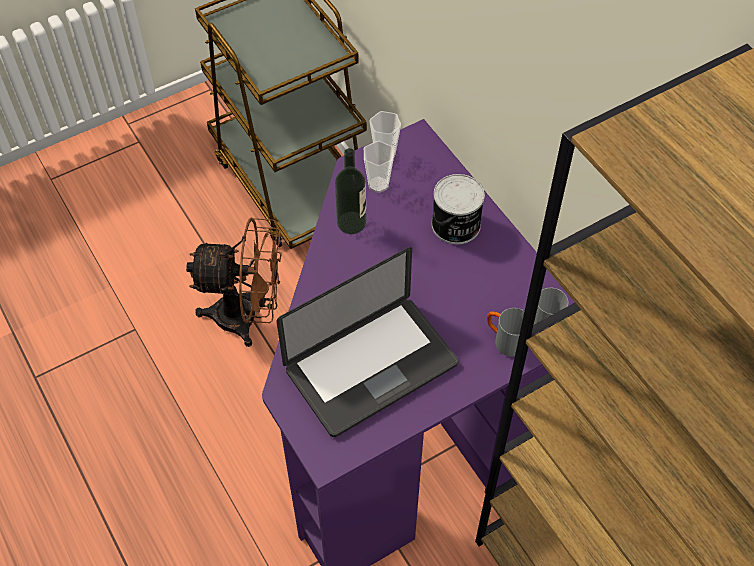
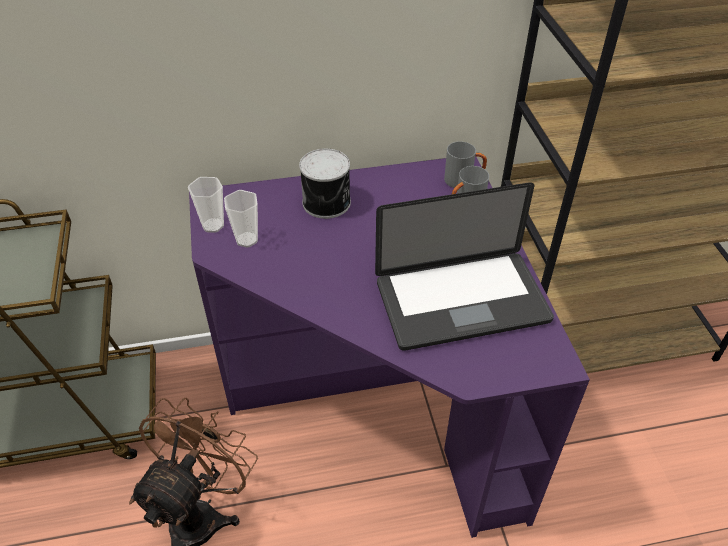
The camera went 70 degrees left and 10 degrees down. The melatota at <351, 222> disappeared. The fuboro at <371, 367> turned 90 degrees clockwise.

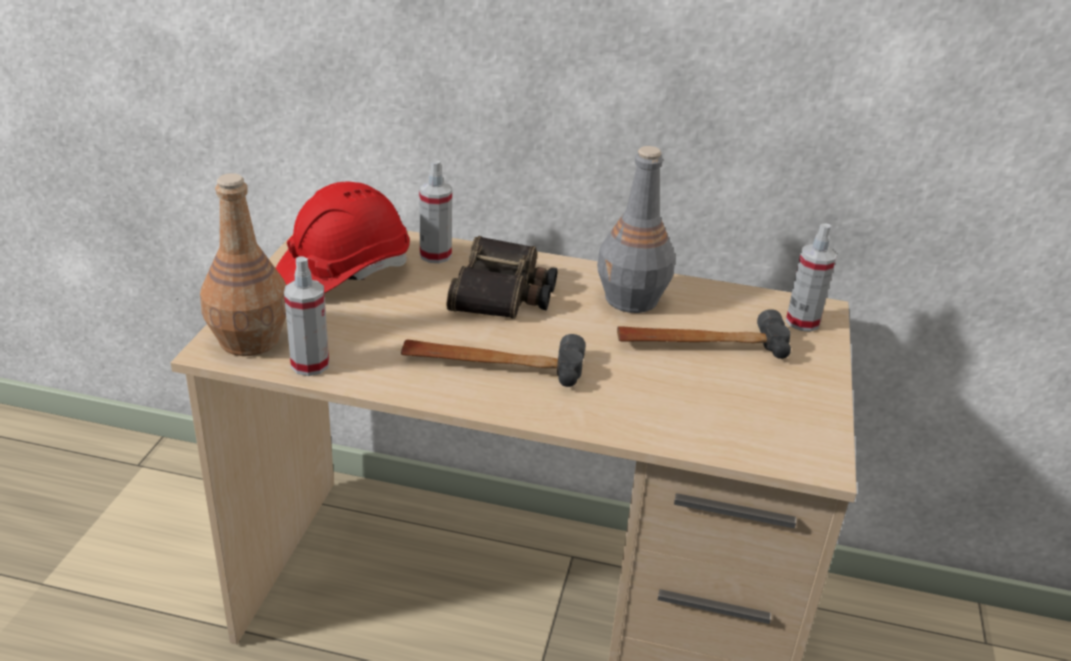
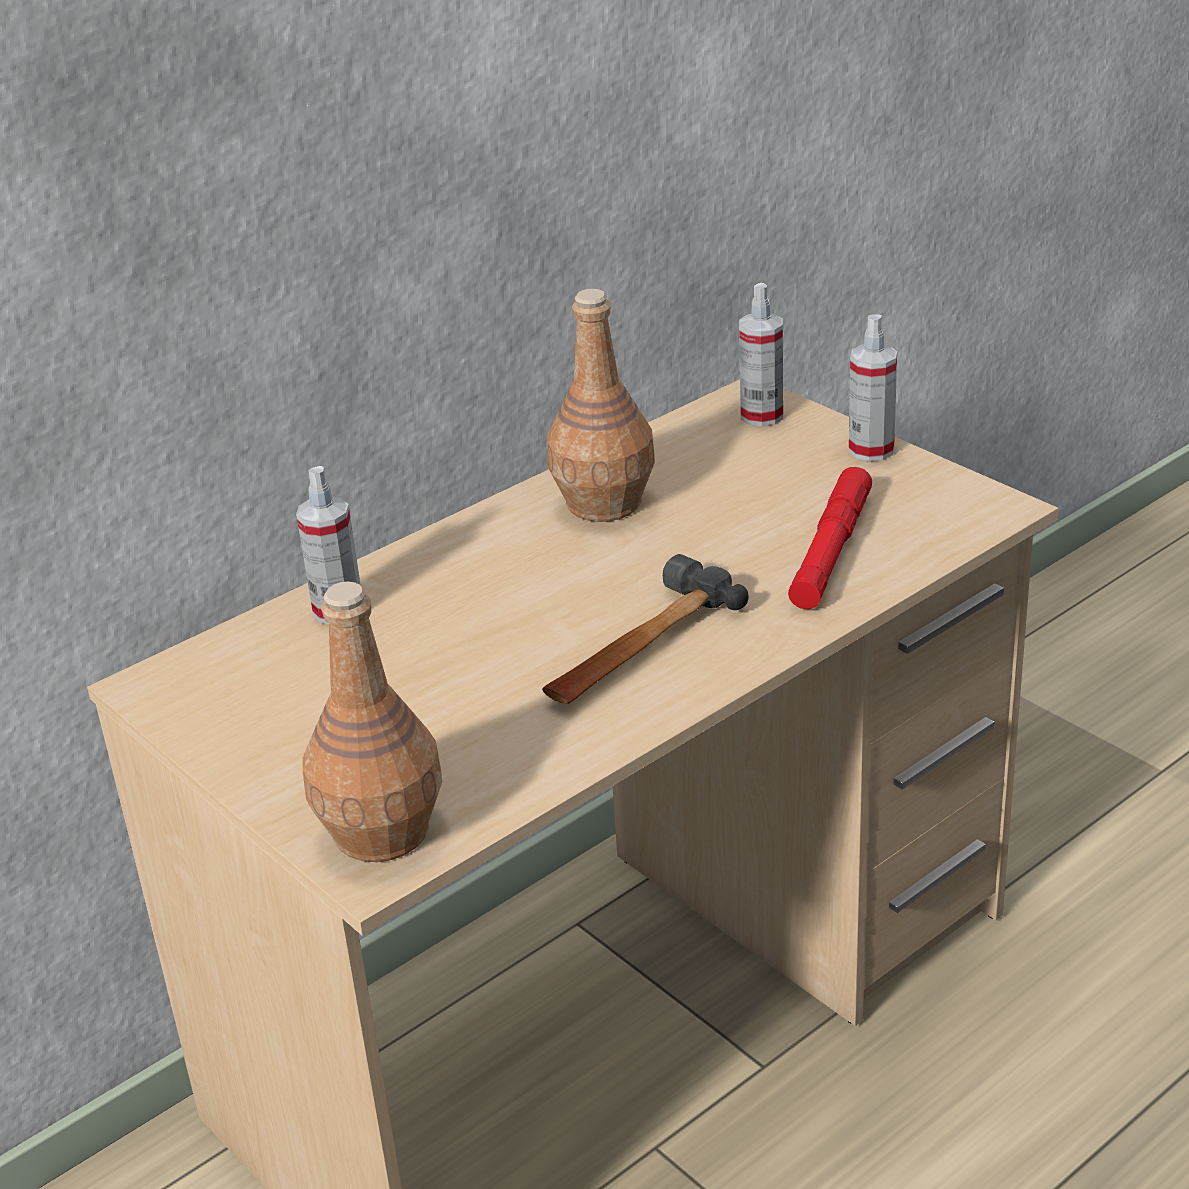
The camera went 50 degrees left and 0 degrees up. The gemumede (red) at <343, 272> disappeared. The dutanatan at <503, 292> disappeared. The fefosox at <701, 344> disappeared. The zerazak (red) at <831, 550> appeared. The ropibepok moved from <310, 364> to <871, 450>. The melatota (grey) at <632, 299> became the melatota (brown) at <605, 503>.

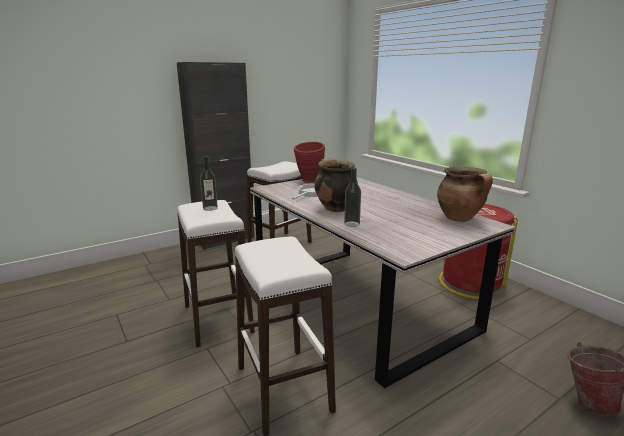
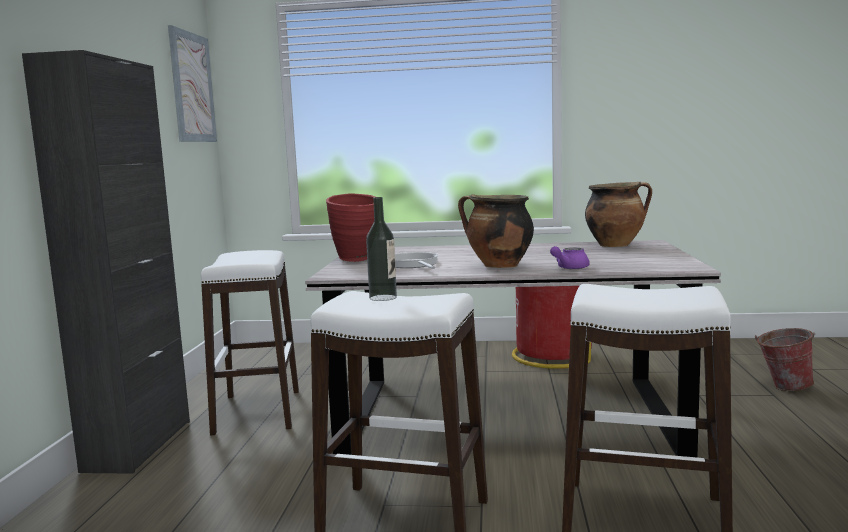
The camera went 50 degrees left and 10 degrees down. The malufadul at <192, 87> appeared. The melatota at <352, 224> was replaced by the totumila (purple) at <569, 268>.

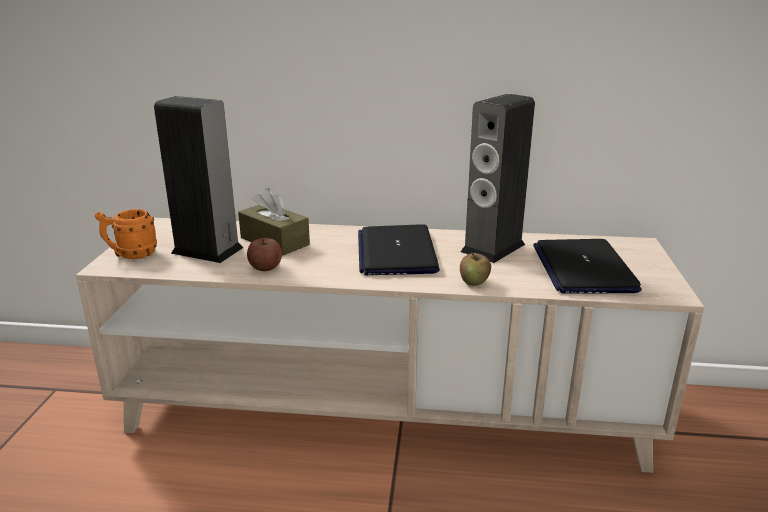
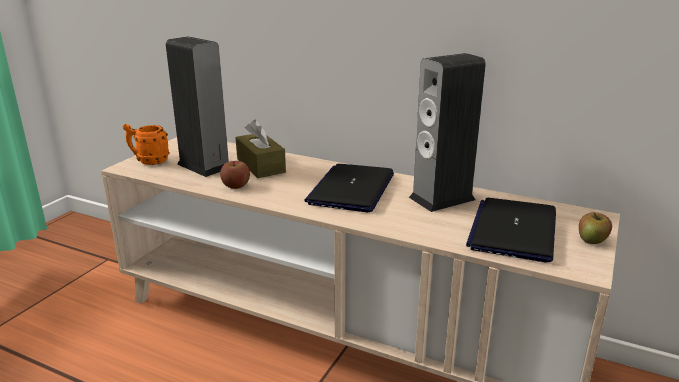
The camera went 20 degrees right and 0 degrees up. The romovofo moved from <474, 282> to <592, 240>.

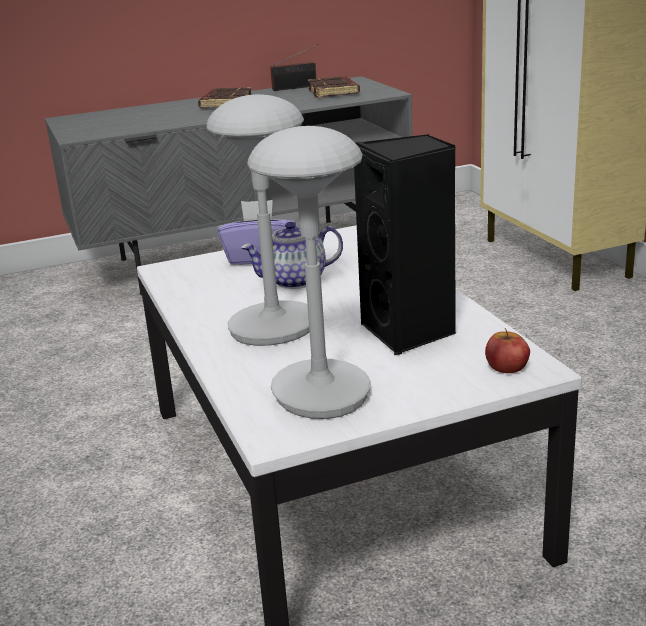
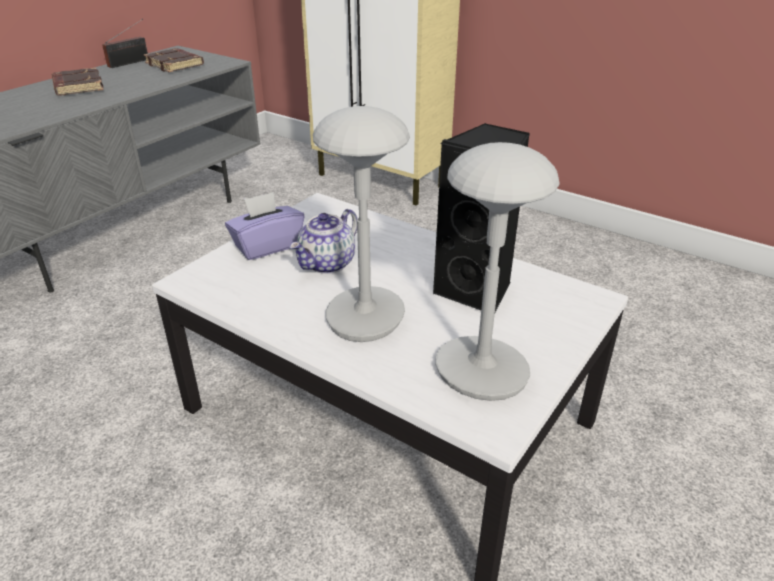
The camera went 35 degrees left and 10 degrees up. The romovofo at <506, 366> disappeared.

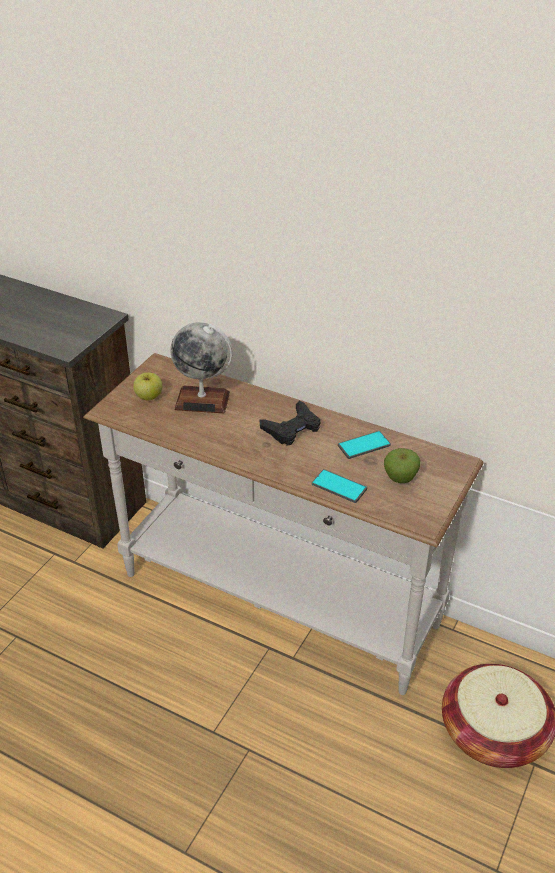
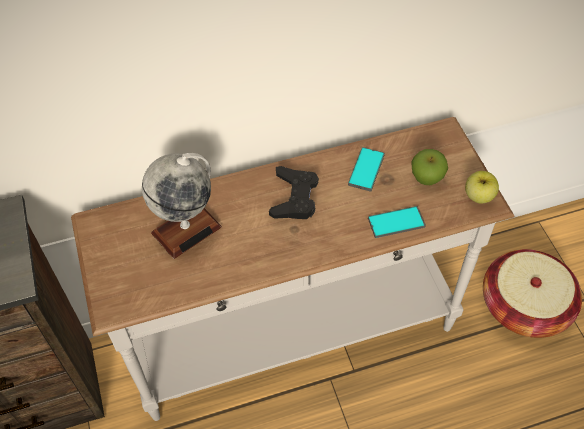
The camera went 45 degrees left and 15 degrees up. The romovofo moved from <149, 396> to <478, 196>.

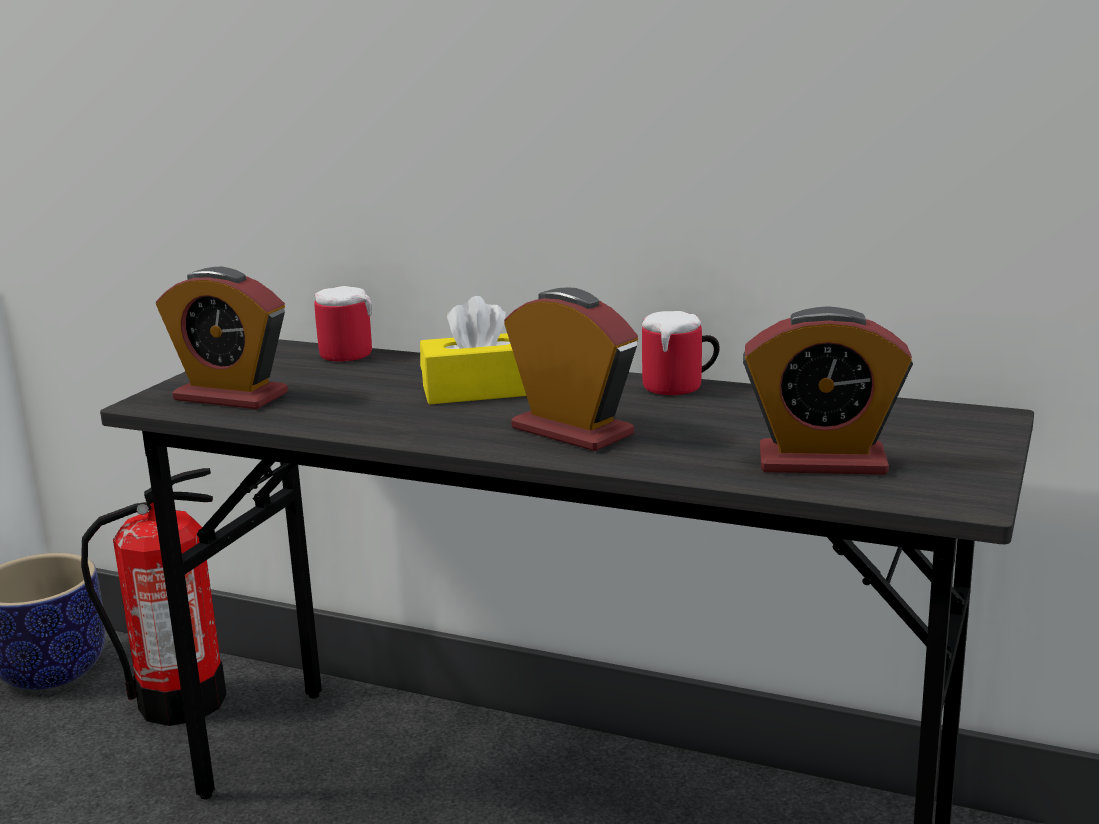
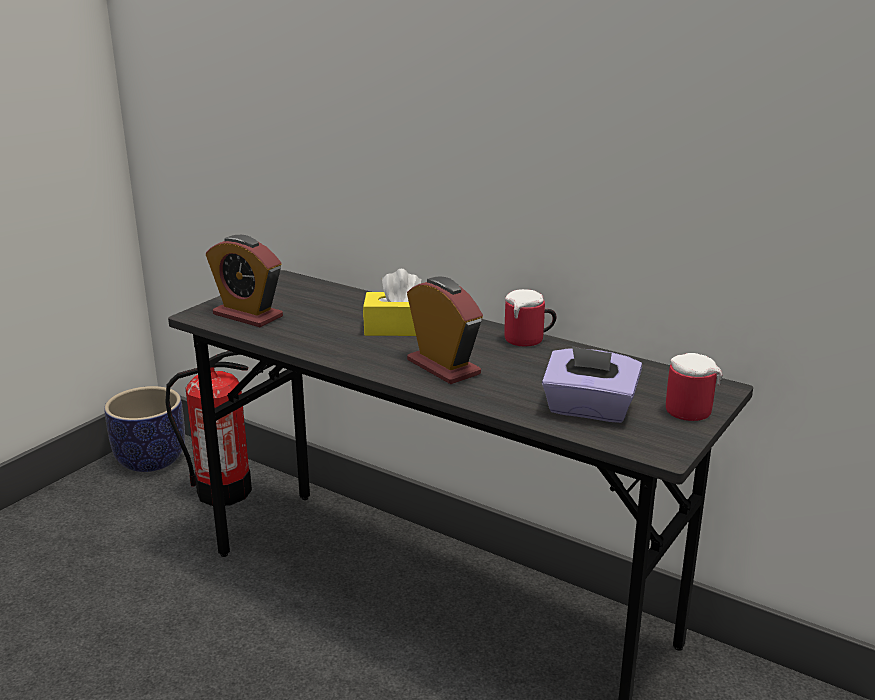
The camera went 10 degrees right and 5 degrees up. The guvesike moved from <350, 353> to <690, 409>. The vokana at <822, 461> was replaced by the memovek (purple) at <589, 410>.

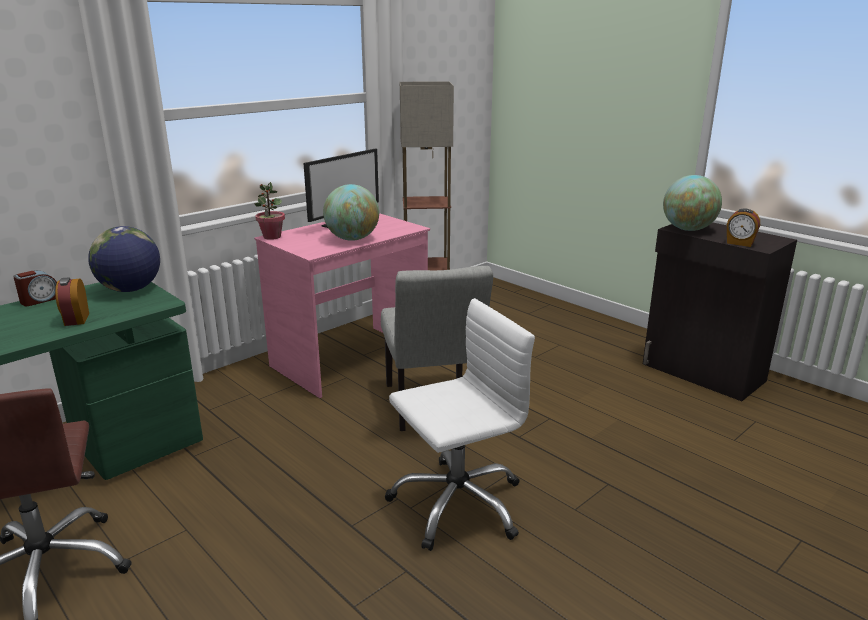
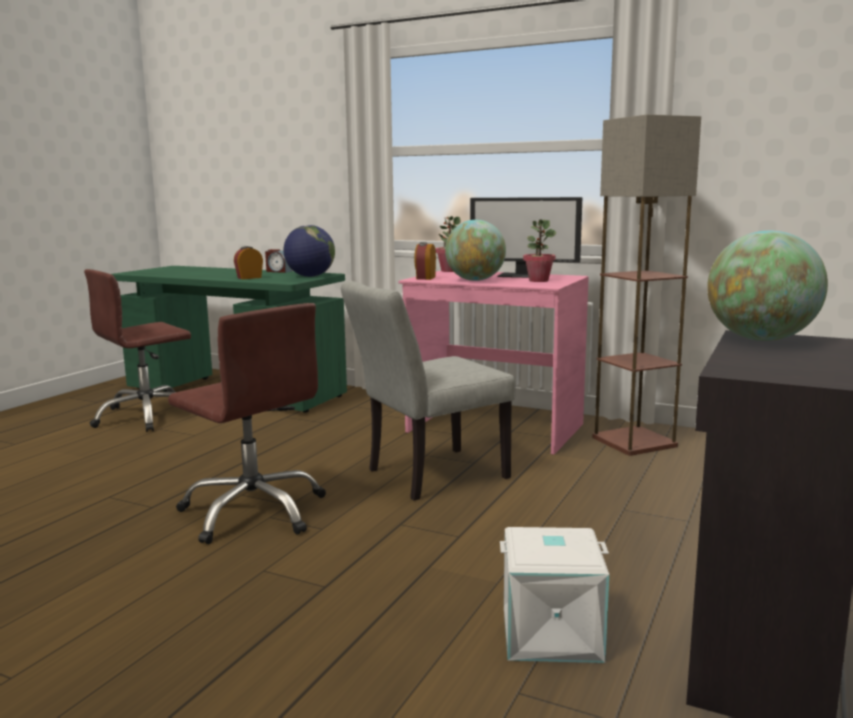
The camera went 70 degrees right and 10 degrees down. The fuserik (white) at <550, 635> appeared. The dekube at <538, 280> appeared. The vokana moved from <739, 243> to <425, 278>. The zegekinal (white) at <457, 503> became the zegekinal (brown) at <254, 512>.

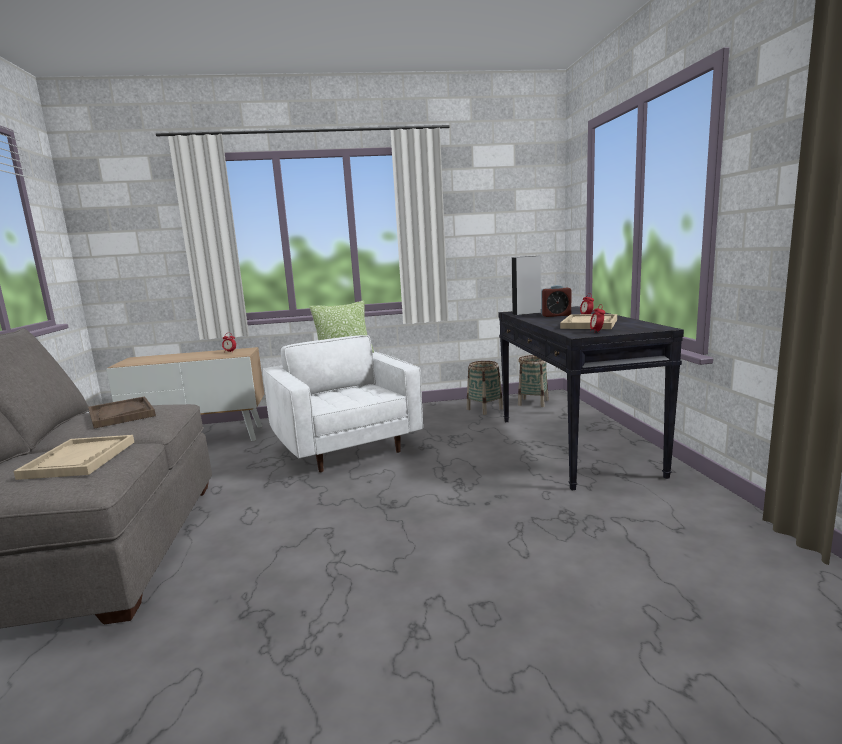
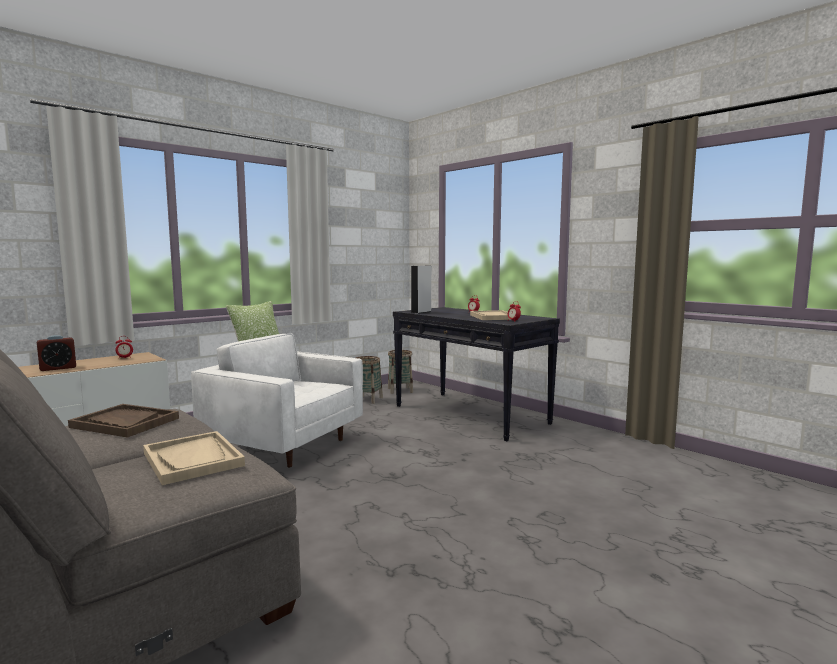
The camera went 35 degrees left and 5 degrees down. The vokana moved from <556, 315> to <58, 368>.

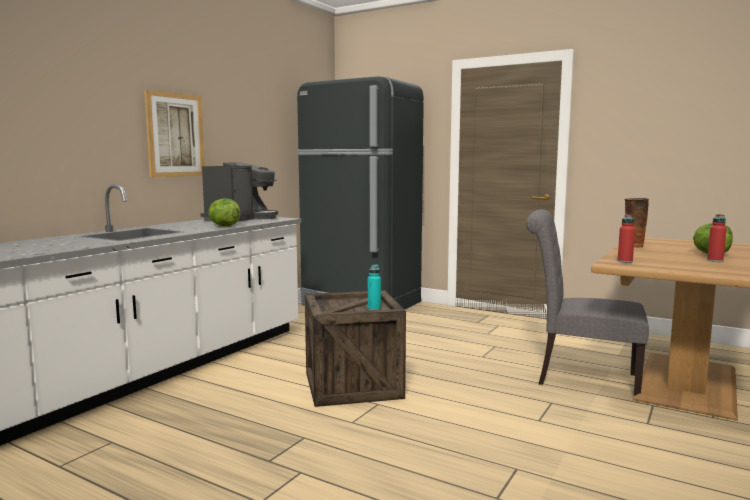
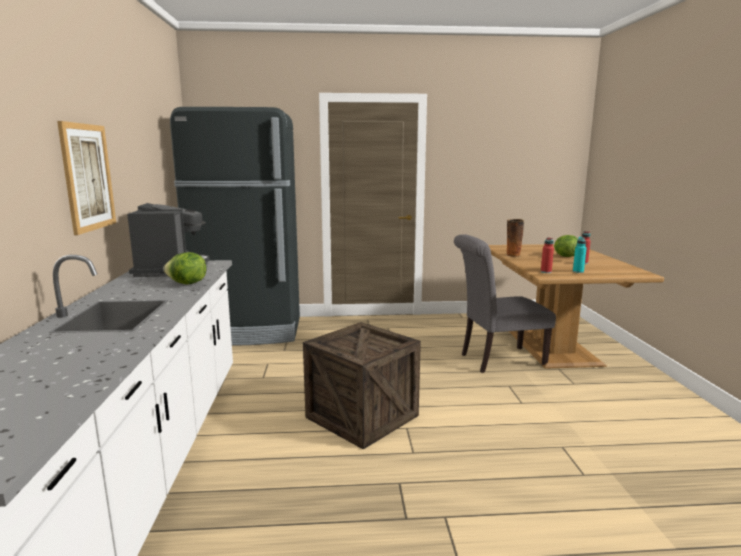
The camera went 35 degrees left and 5 degrees up. The melatota (turquoise) moved from <374, 309> to <578, 272>.

